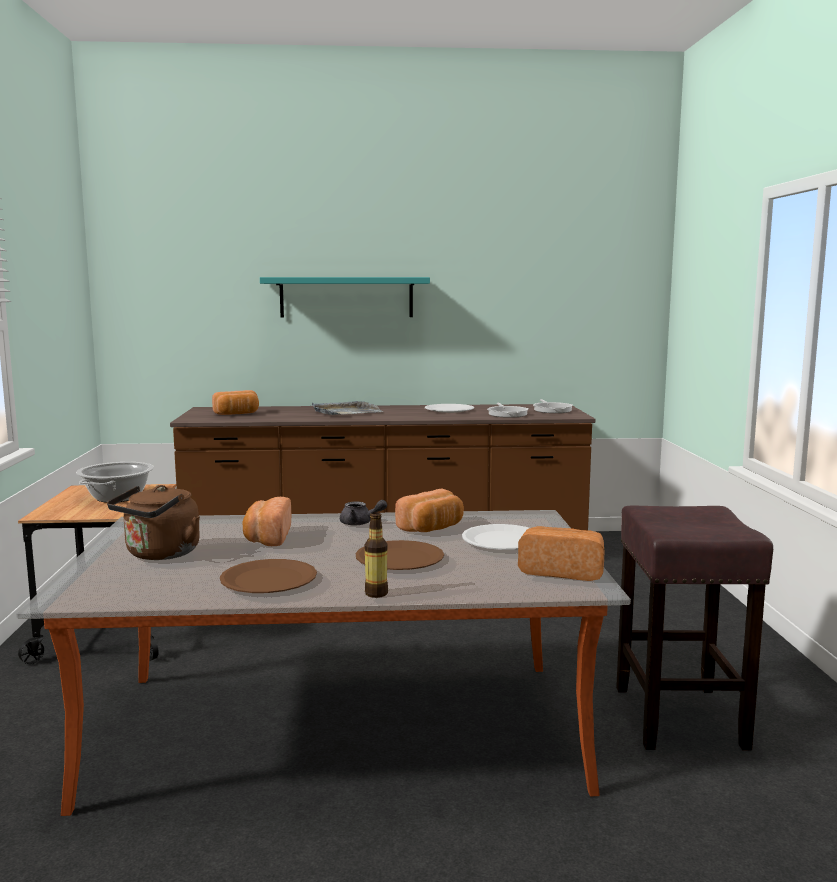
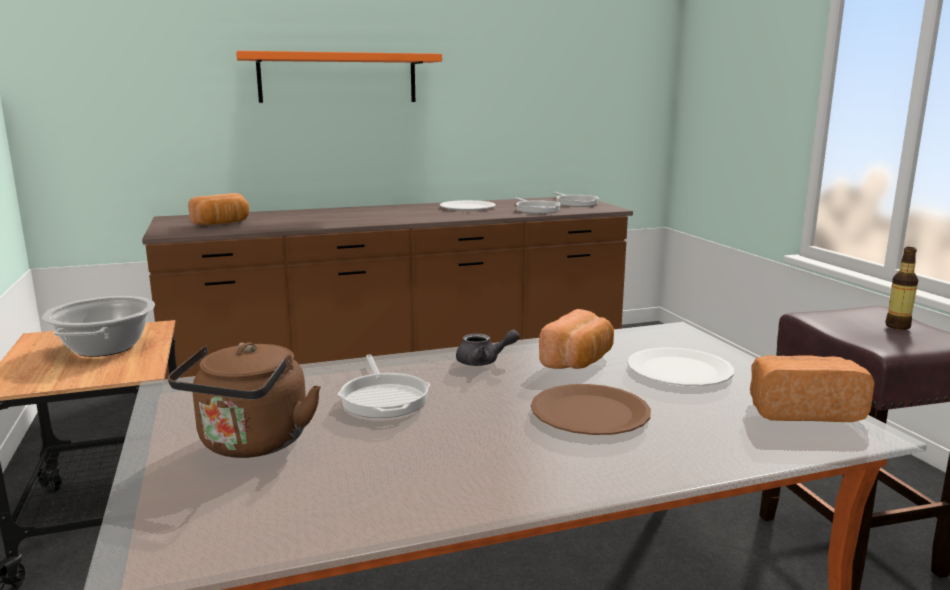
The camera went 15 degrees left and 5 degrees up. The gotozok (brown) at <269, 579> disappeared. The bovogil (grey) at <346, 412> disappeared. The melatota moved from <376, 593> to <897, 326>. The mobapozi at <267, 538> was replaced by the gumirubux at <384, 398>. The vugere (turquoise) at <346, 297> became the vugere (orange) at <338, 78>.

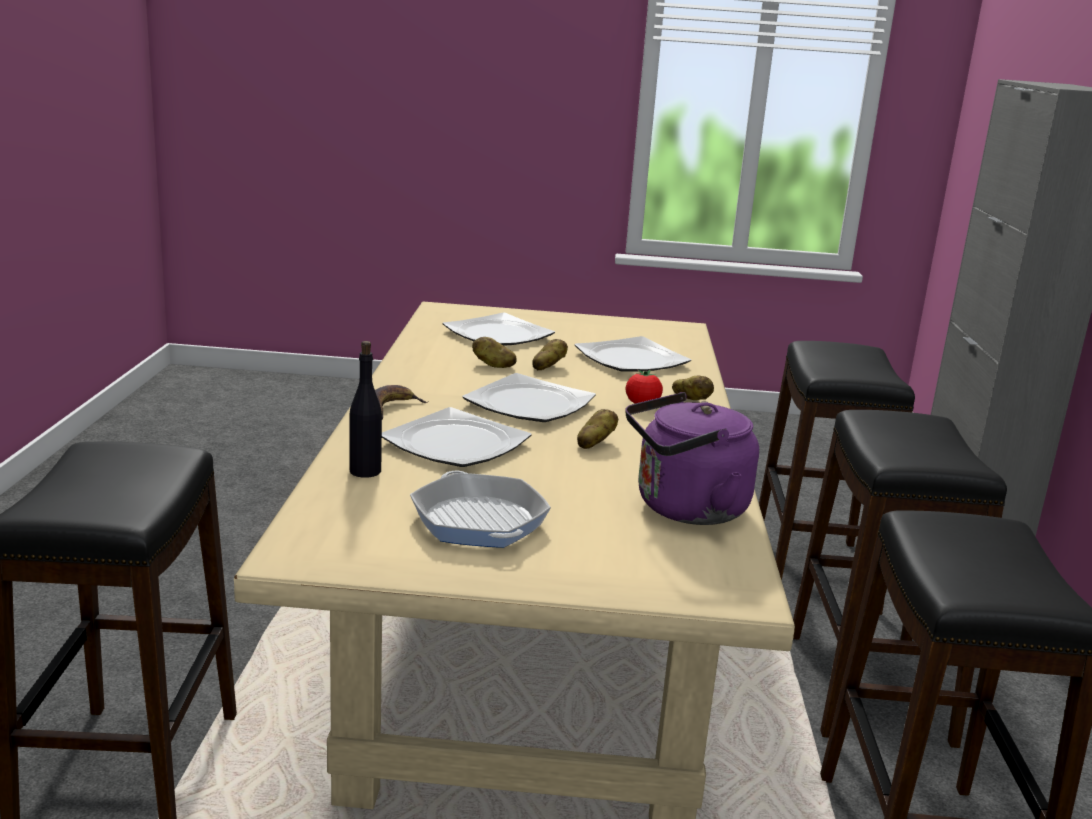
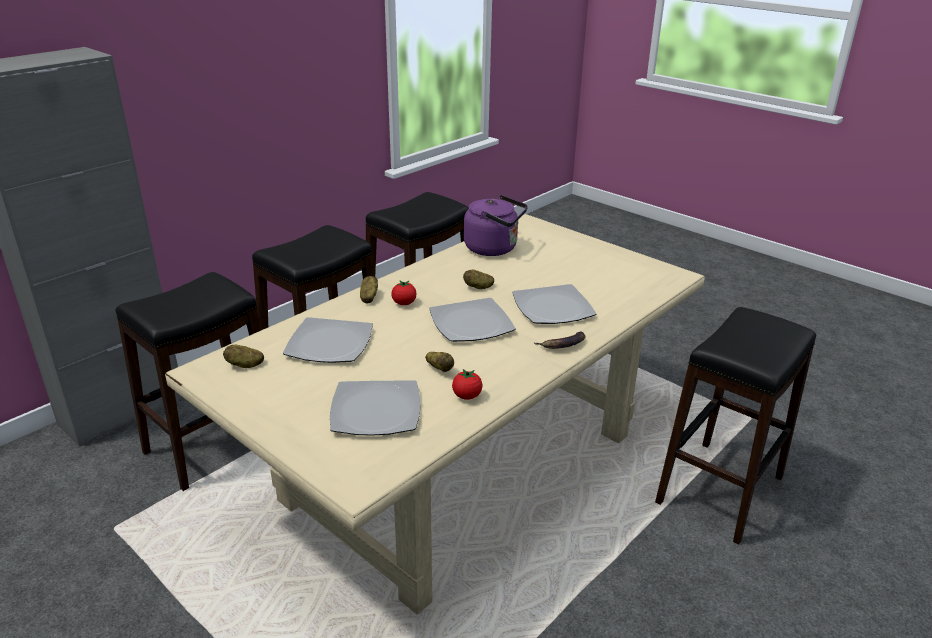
The camera went 140 degrees left and 10 degrees up. The melatota (black) at <365, 471> disappeared. The gumirubux at <479, 520> disappeared. The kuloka at <467, 396> appeared. The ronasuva moved from <548, 367> to <244, 365>.

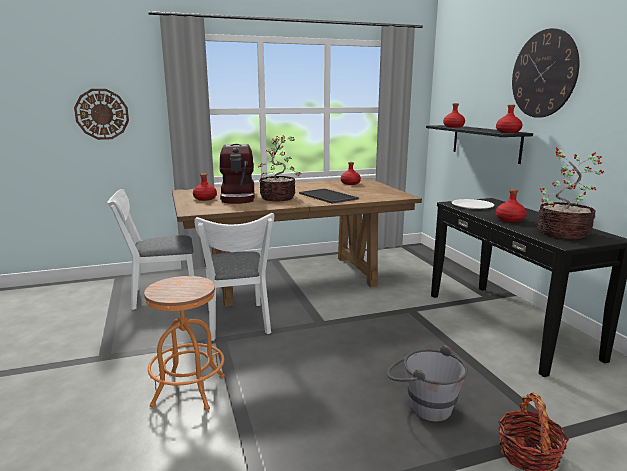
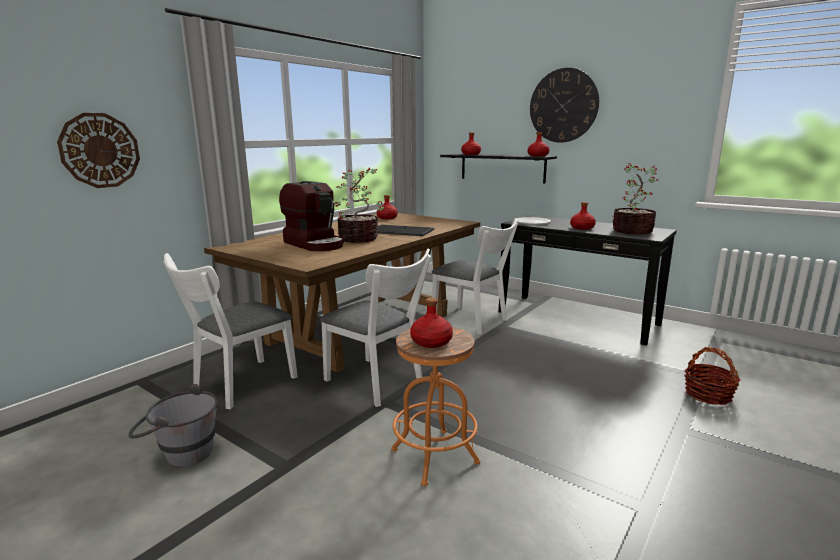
The camera went 35 degrees left and 0 degrees up. The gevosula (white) at <473, 321> appeared. The melatota (red) moved from <205, 199> to <431, 342>. The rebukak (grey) moved from <422, 405> to <180, 453>.

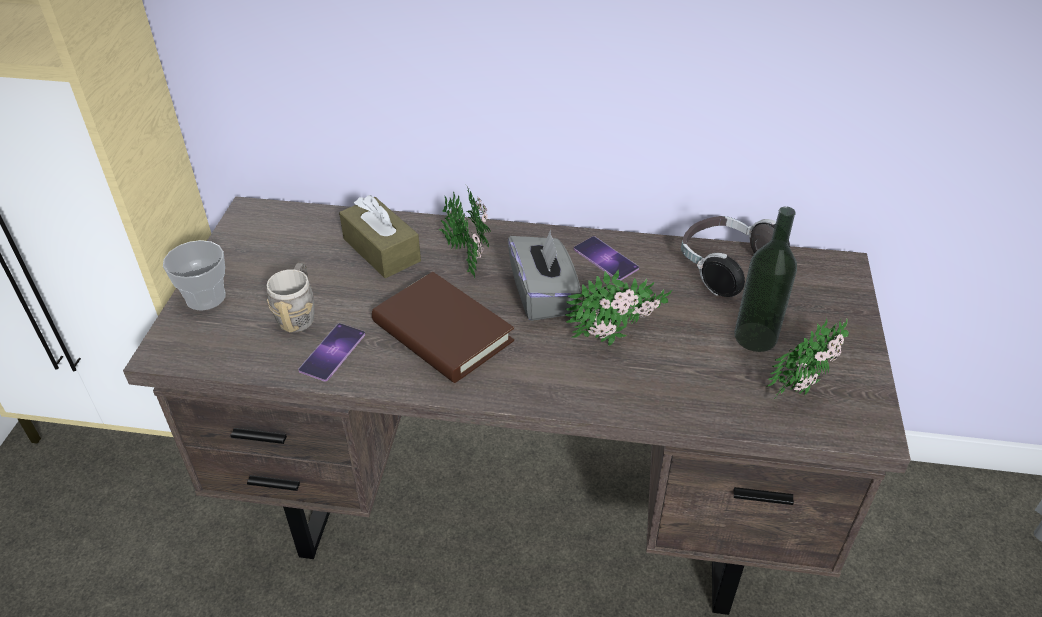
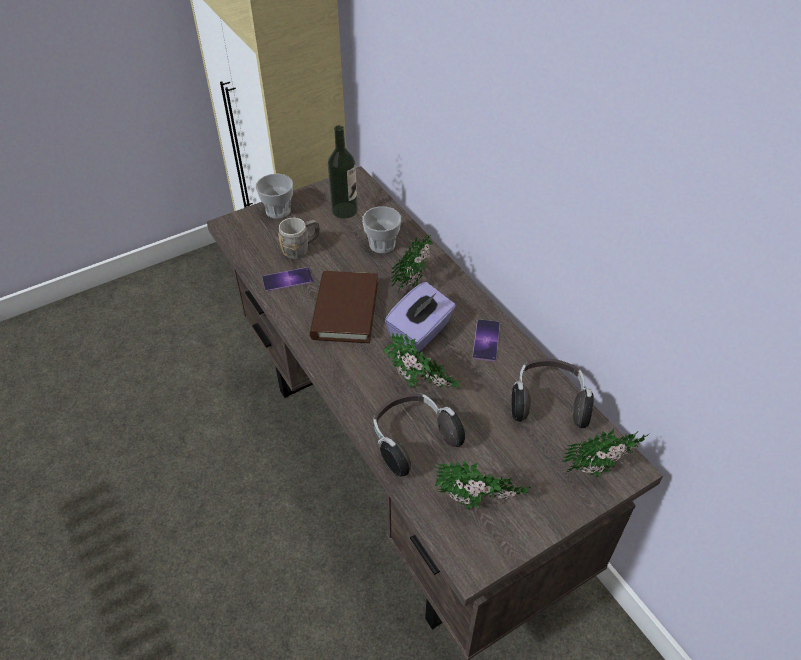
The camera went 50 degrees right and 5 degrees up. The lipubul at <412, 440> appeared. The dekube at <601, 470> appeared. The melatota moved from <755, 337> to <344, 210>. The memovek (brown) at <381, 250> was replaced by the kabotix at <382, 244>. The memovek (grey) at <543, 295> became the memovek (purple) at <420, 332>.

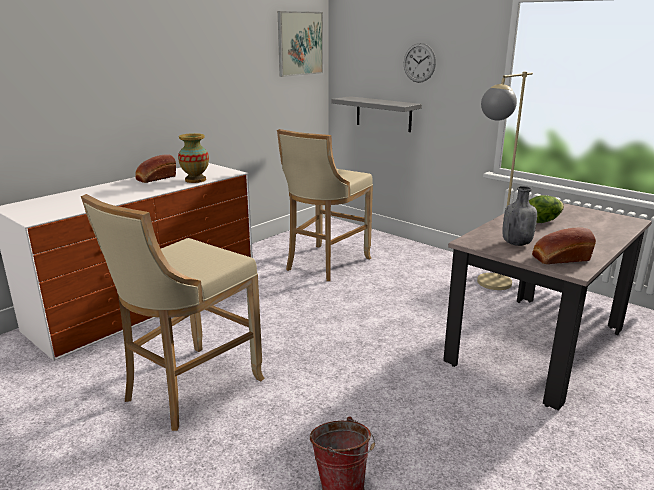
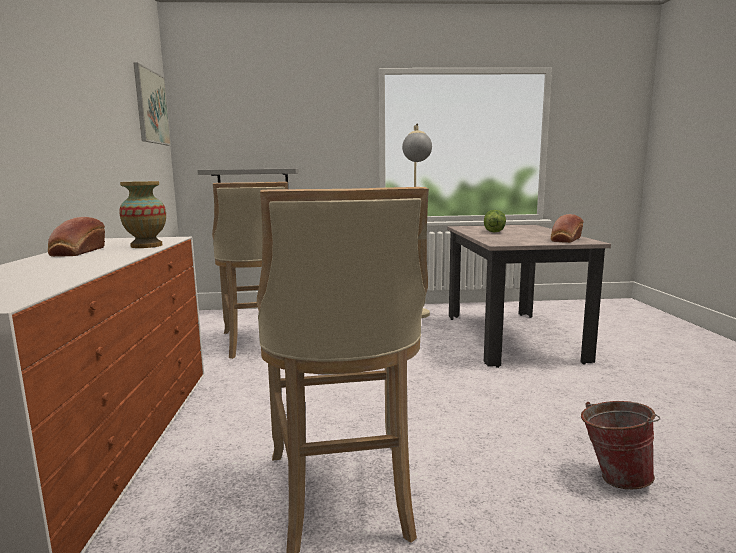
The camera went 45 degrees left and 10 degrees down. The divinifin at <419, 63> disappeared. The melatota (grey) at <516, 243> disappeared.

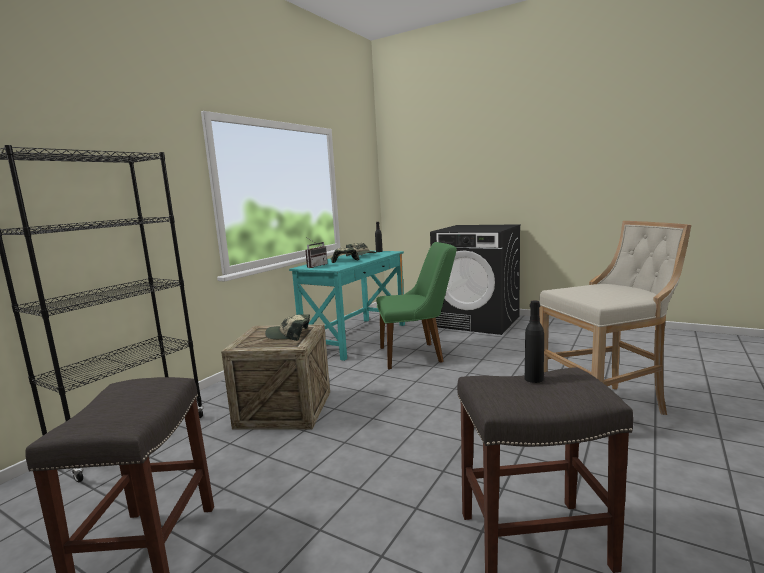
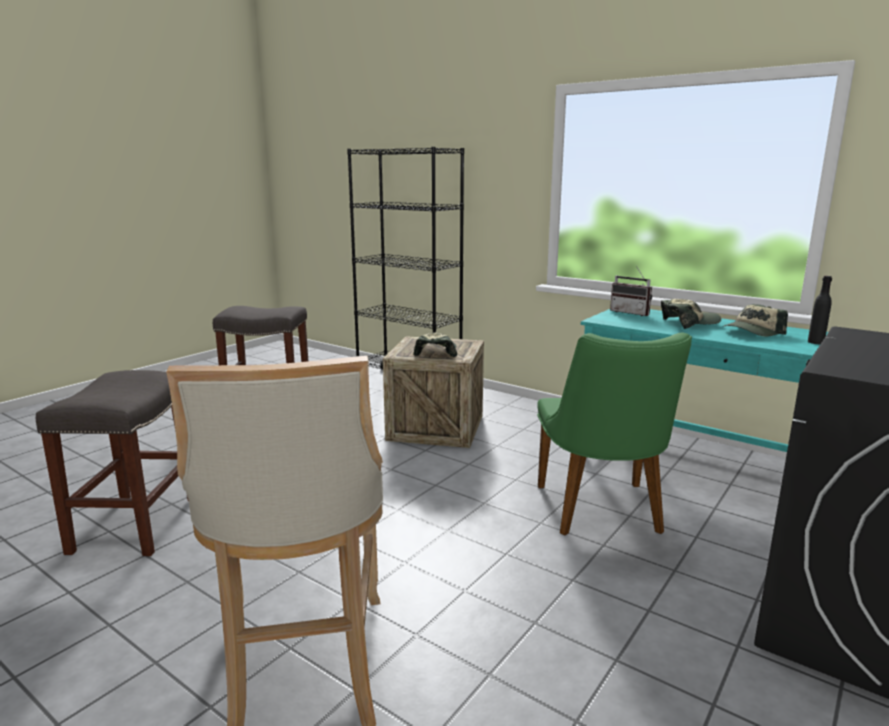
The camera went 95 degrees right and 5 degrees up. The melatota (black) at <533, 379> disappeared.

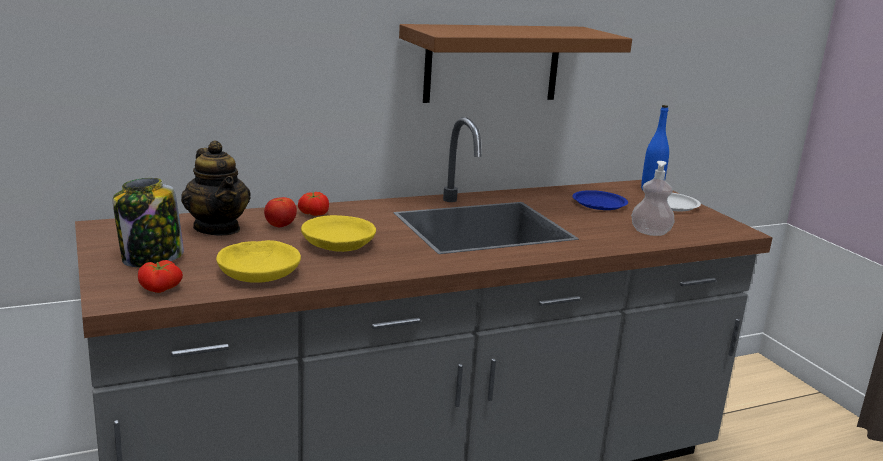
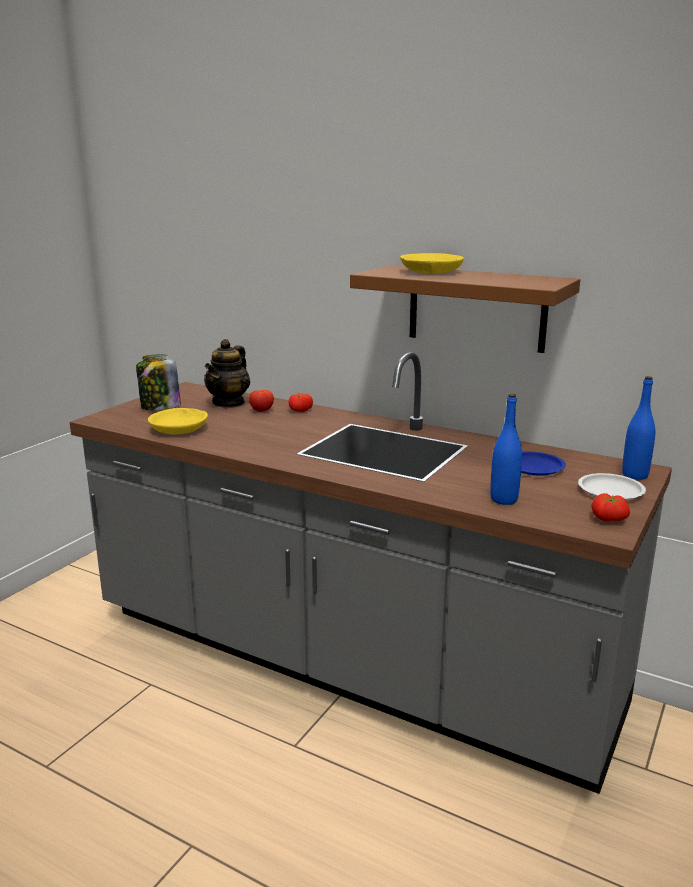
The camera went 55 degrees right and 0 degrees up. The kuloka moved from <159, 289> to <607, 519>. The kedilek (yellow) moved from <338, 244> to <430, 272>. The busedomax at <650, 232> was replaced by the melatota (blue) at <504, 499>.

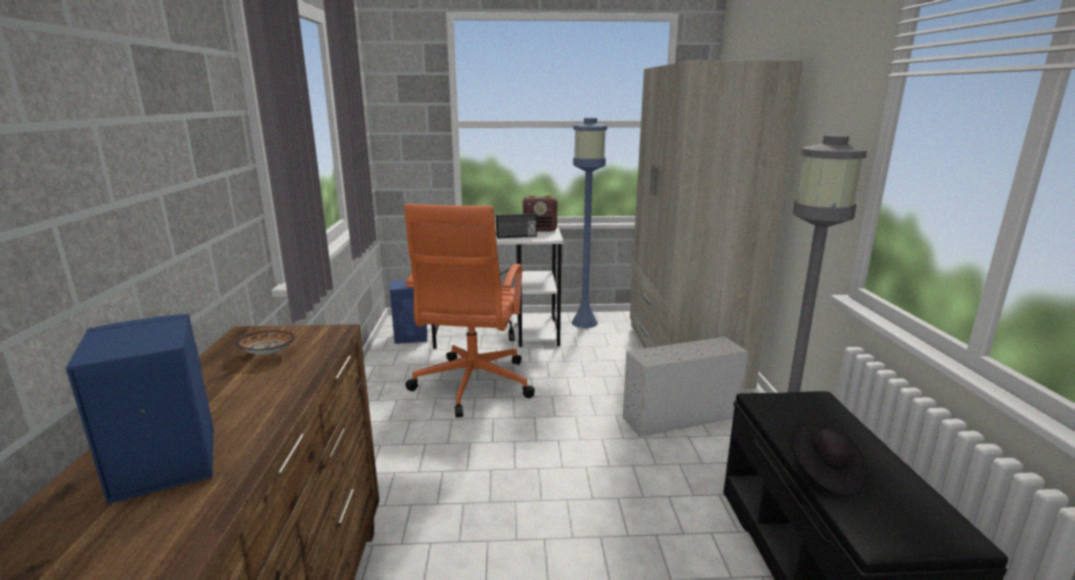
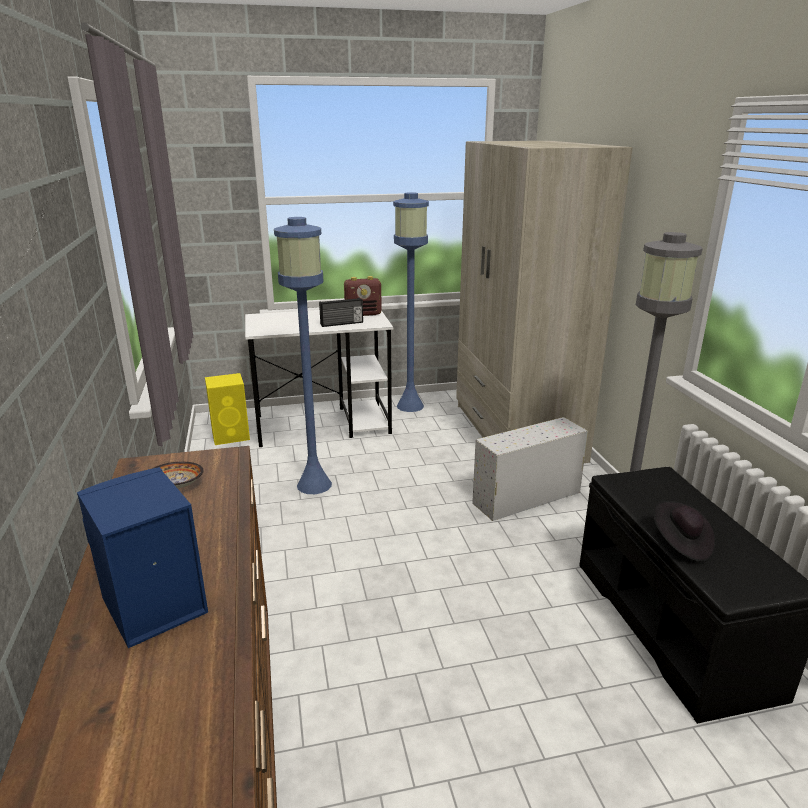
The camera went 10 degrees left and 5 degrees up. The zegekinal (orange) at <472, 386> was replaced by the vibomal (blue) at <314, 485>. The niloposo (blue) at <412, 337> became the niloposo (yellow) at <232, 435>.

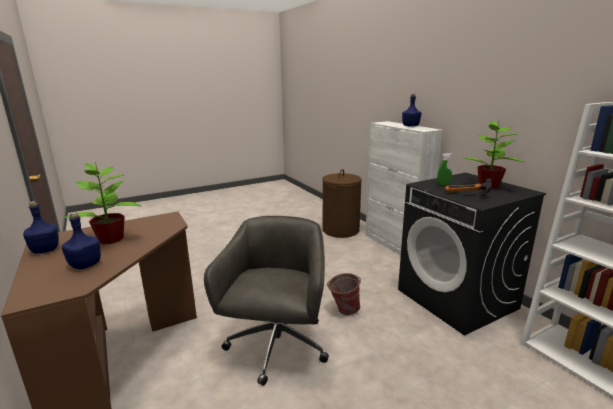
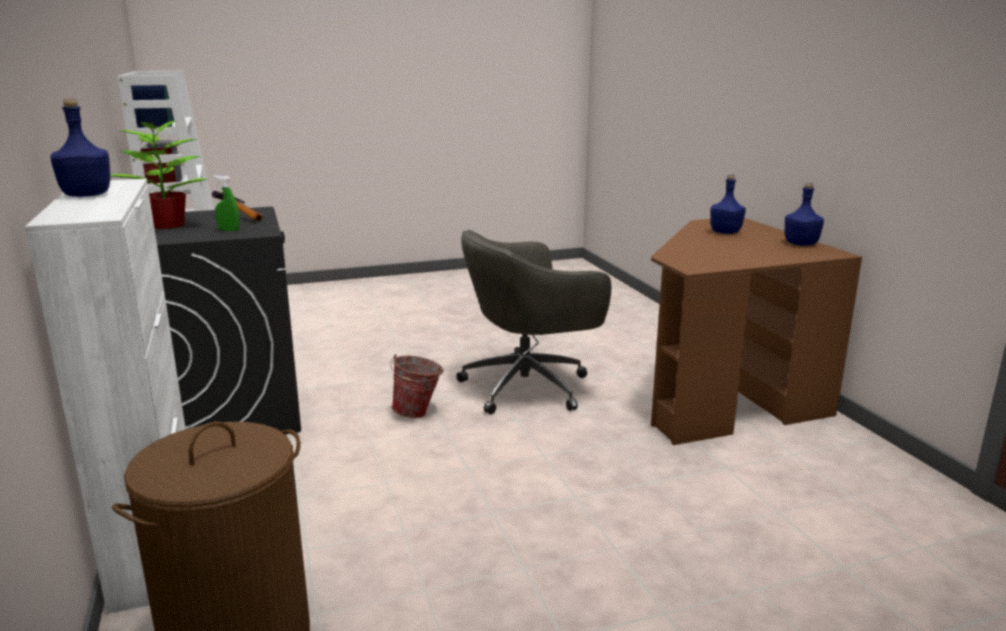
The camera went 170 degrees left and 0 degrees up. The dekube at <111, 239> disappeared. The zegekinal (grey) at <276, 347> turned 45 degrees clockwise.

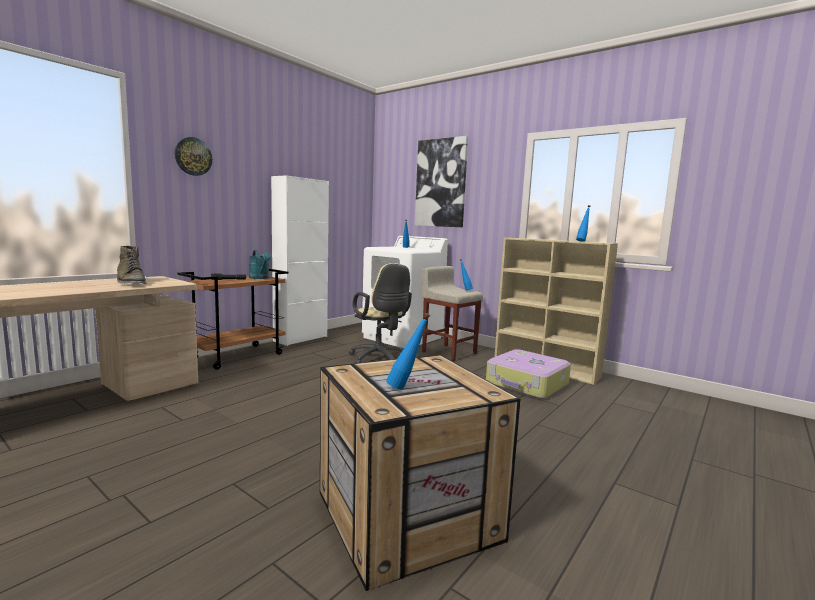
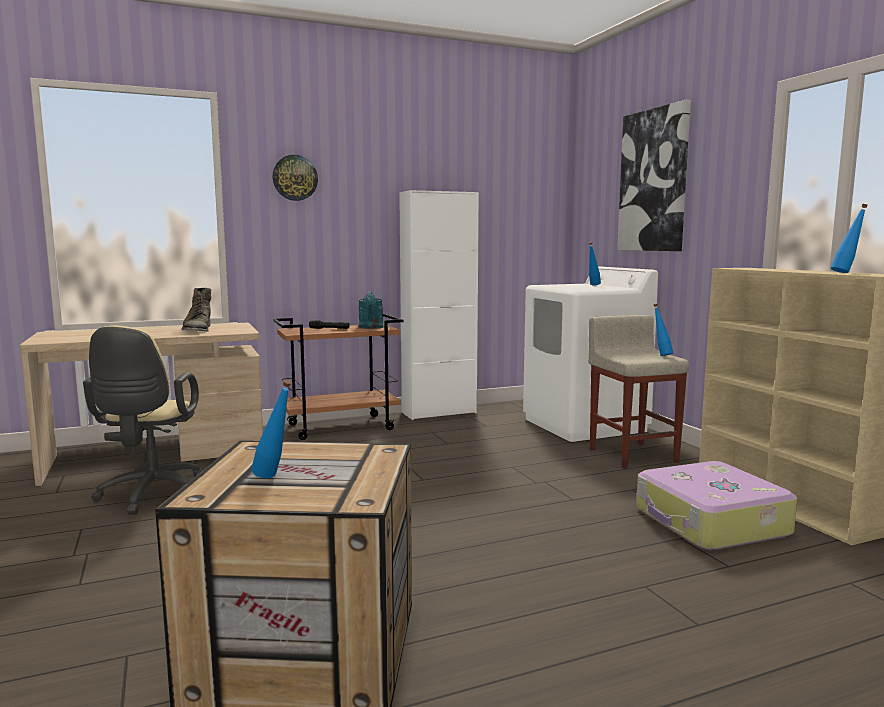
The camera went 30 degrees right and 0 degrees up. The zegekinal (beige) moved from <379, 359> to <151, 495>.

